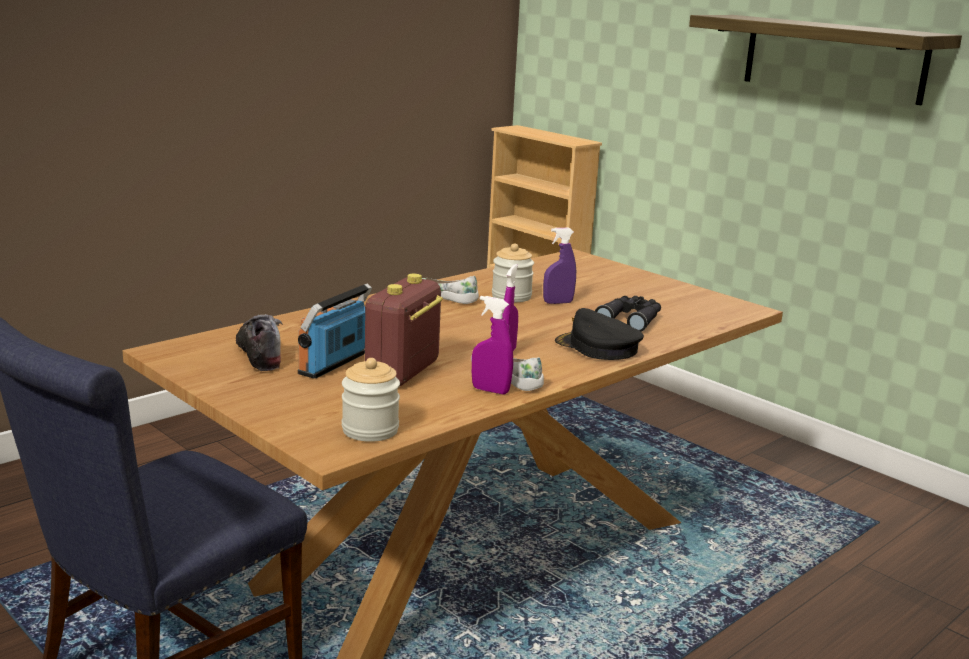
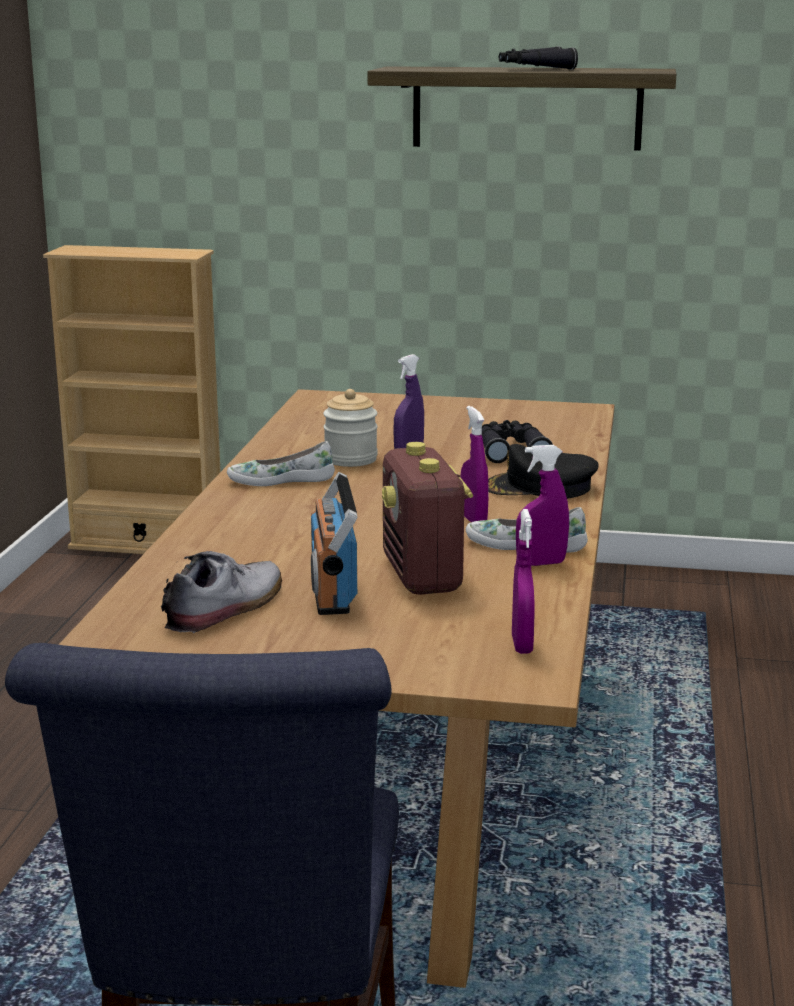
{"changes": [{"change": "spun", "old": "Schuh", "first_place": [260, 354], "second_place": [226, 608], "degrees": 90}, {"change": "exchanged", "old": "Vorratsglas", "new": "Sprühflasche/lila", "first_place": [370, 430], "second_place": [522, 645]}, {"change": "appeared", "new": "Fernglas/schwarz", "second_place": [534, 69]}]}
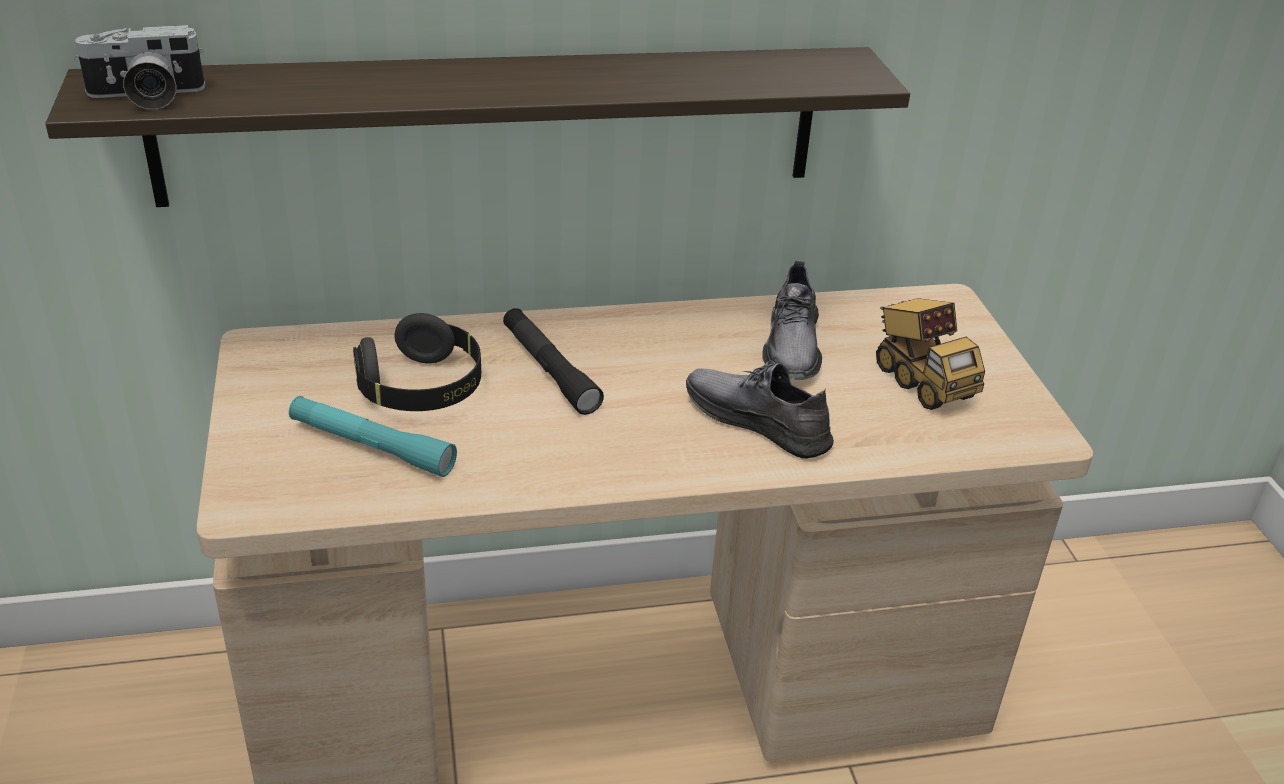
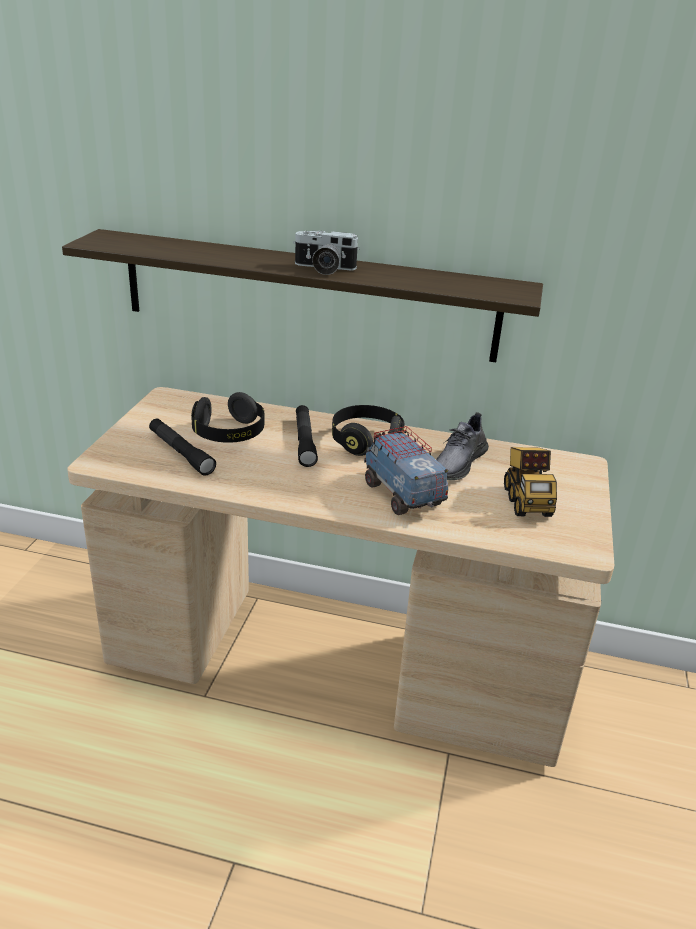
{"changes": [{"change": "relocated", "old": "Kamera", "first_place": [146, 97], "second_place": [324, 269]}, {"change": "exchanged", "old": "Schuh/grau", "new": "Spielzeuglaster", "first_place": [757, 421], "second_place": [402, 495]}, {"change": "colour", "old": "Taschenlampe/türkis", "new": "Taschenlampe/schwarz", "first_place": [371, 446], "second_place": [181, 453]}, {"change": "appeared", "new": "Kopfhörer/schwarz", "second_place": [366, 441]}]}
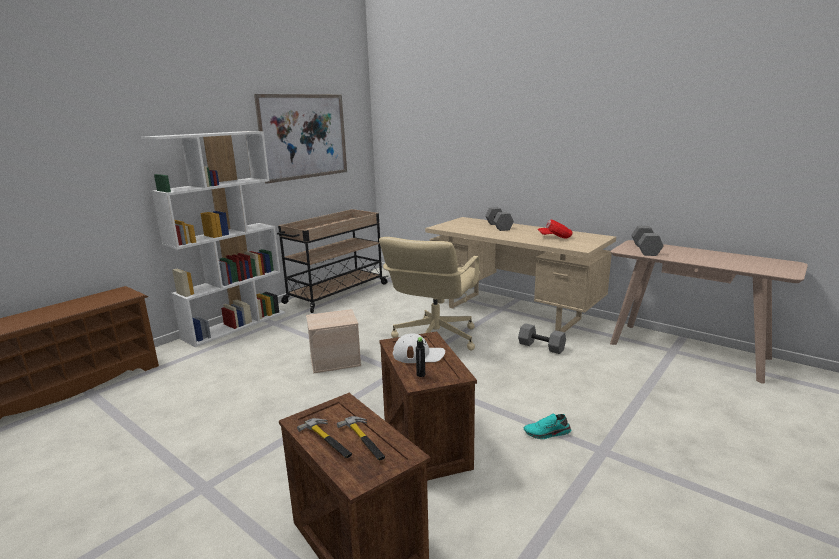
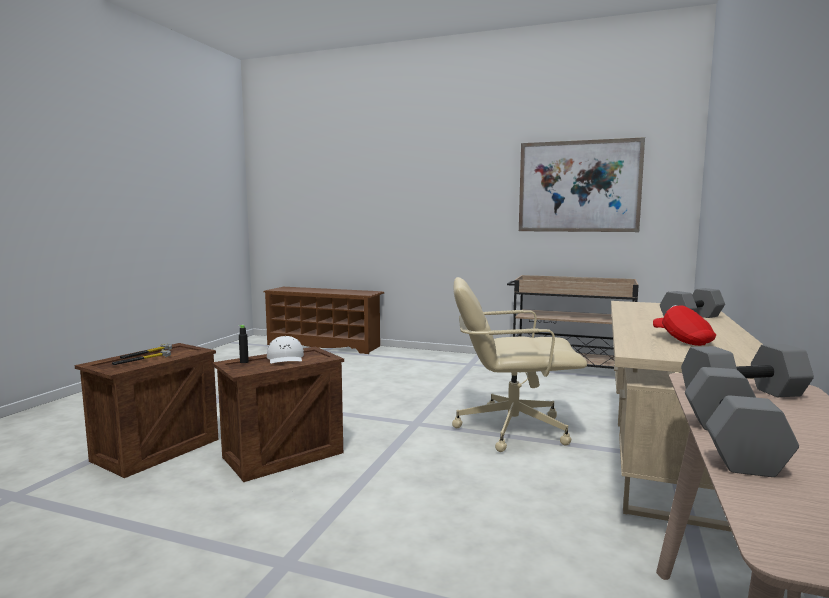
{"changes": [{"change": "missing", "old": "Bücherregal/weiß", "first_place": [235, 325]}, {"change": "missing", "old": "Aufbewahrungsbox/beige", "first_place": [335, 360]}, {"change": "relocated", "old": "Hantel/grau", "first_place": [540, 347], "second_place": [728, 444]}, {"change": "missing", "old": "Schuh/türkis", "first_place": [547, 433]}]}
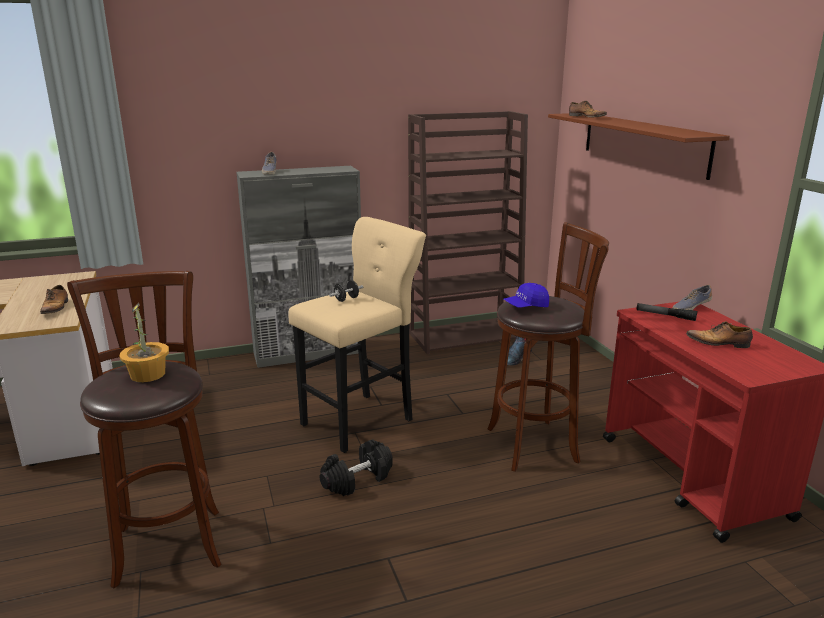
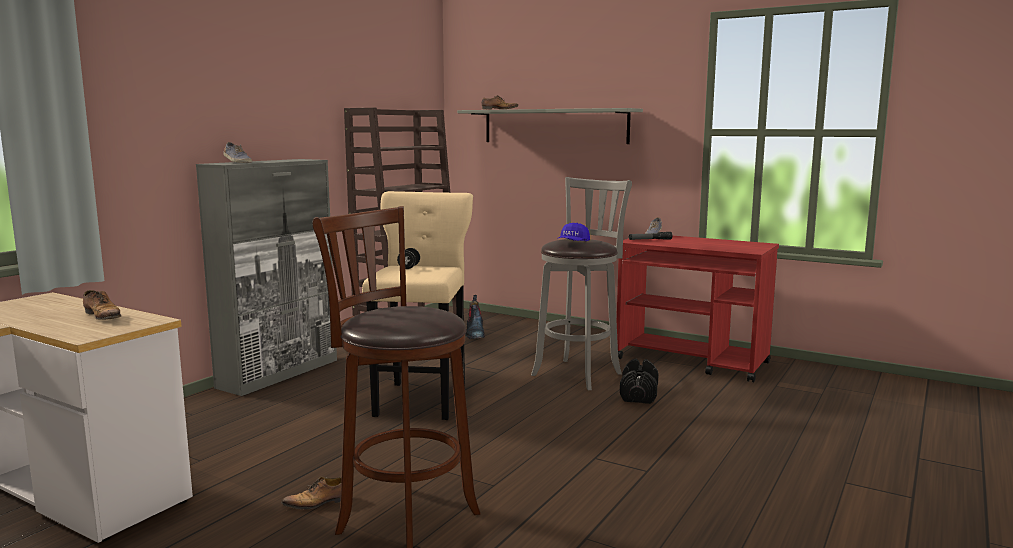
{"changes": [{"change": "colour", "old": "Wandregal/braun", "new": "Wandregal/grau", "first_place": [643, 143], "second_place": [554, 126]}, {"change": "colour", "old": "Hocker/braun", "new": "Hocker/grau", "first_place": [537, 444], "second_place": [579, 373]}, {"change": "missing", "old": "Topfpflanze", "first_place": [148, 374]}, {"change": "relocated", "old": "Schuh", "first_place": [719, 343], "second_place": [319, 503]}, {"change": "relocated", "old": "Hantel/schwarz", "first_place": [357, 480], "second_place": [639, 394]}]}
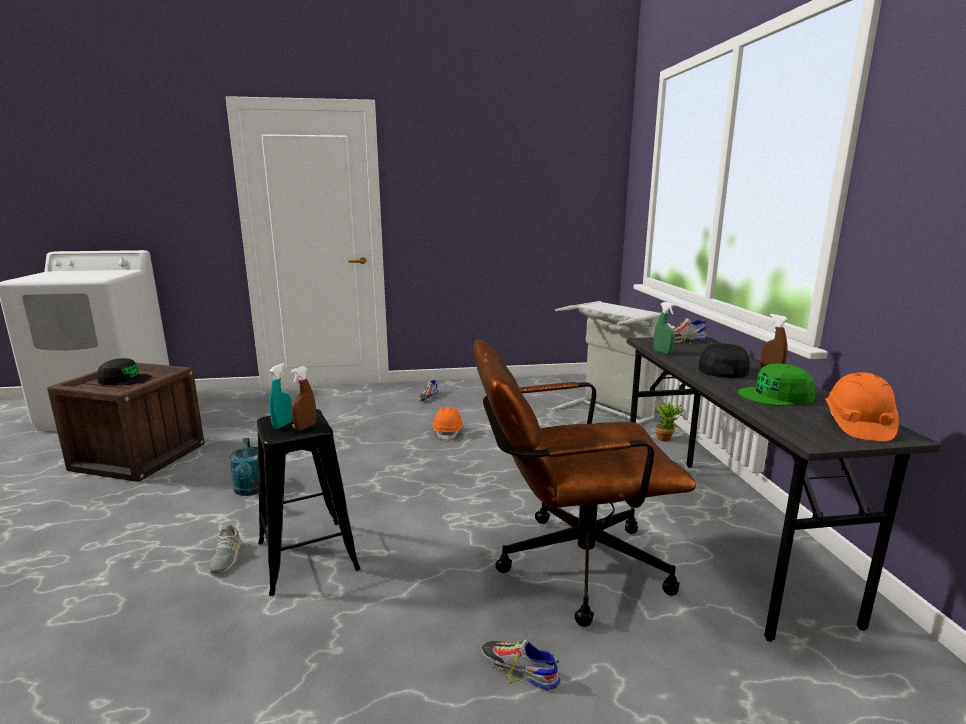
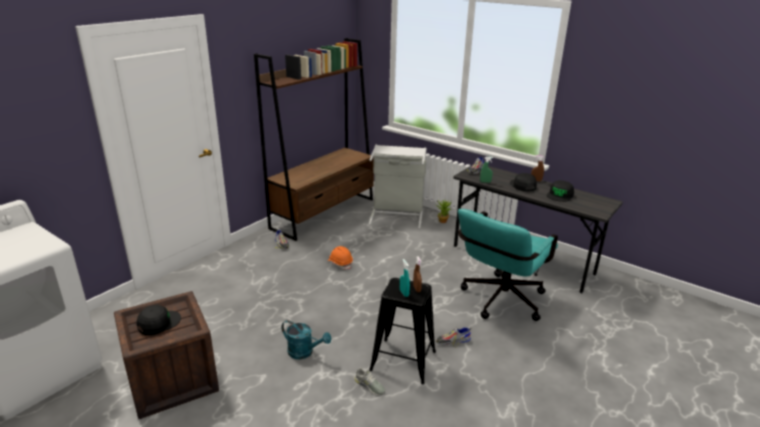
{"changes": [{"change": "colour", "old": "Bürostuhl/braun", "new": "Bürostuhl/türkis", "first_place": [567, 565], "second_place": [499, 302]}, {"change": "colour", "old": "Kappe/grün", "new": "Kappe/schwarz", "first_place": [776, 396], "second_place": [560, 195]}, {"change": "missing", "old": "Schutzhelm/orange", "first_place": [857, 425]}, {"change": "relocated", "old": "Schuh", "first_place": [519, 668], "second_place": [453, 341]}, {"change": "appeared", "new": "Bücherregal/braun", "second_place": [324, 213]}]}
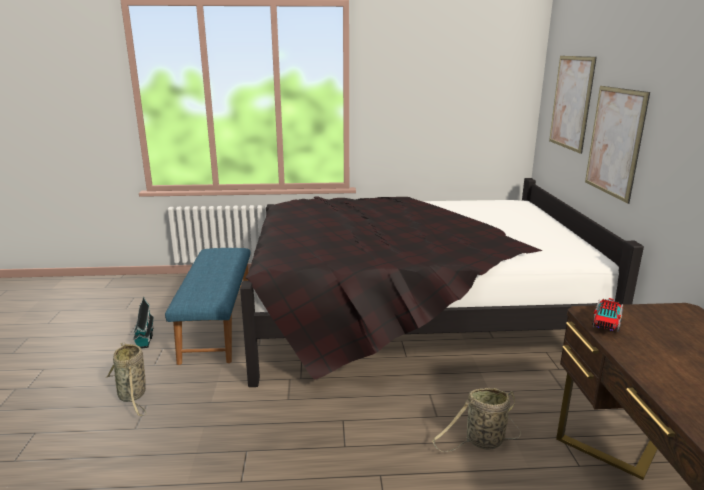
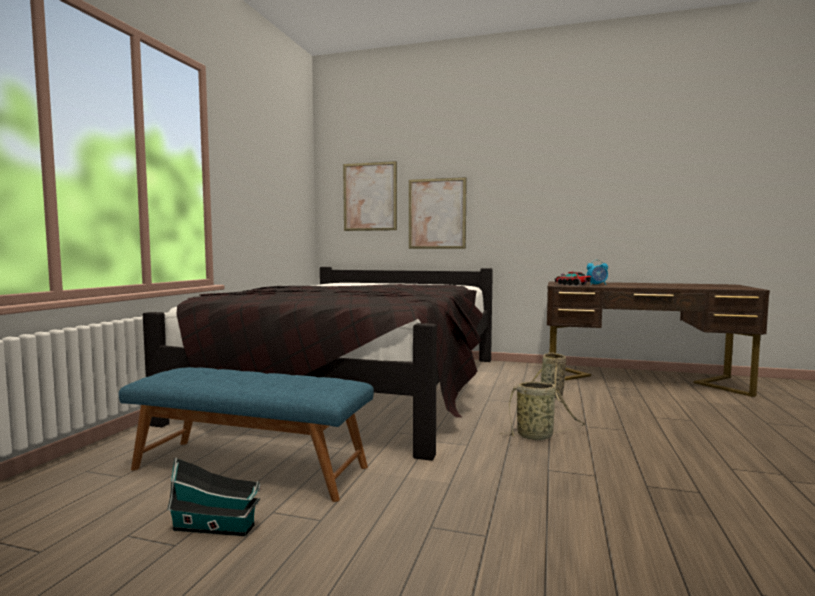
{"changes": [{"change": "relocated", "old": "Korb", "first_place": [133, 396], "second_place": [537, 436]}, {"change": "appeared", "new": "Wecker", "second_place": [597, 285]}]}
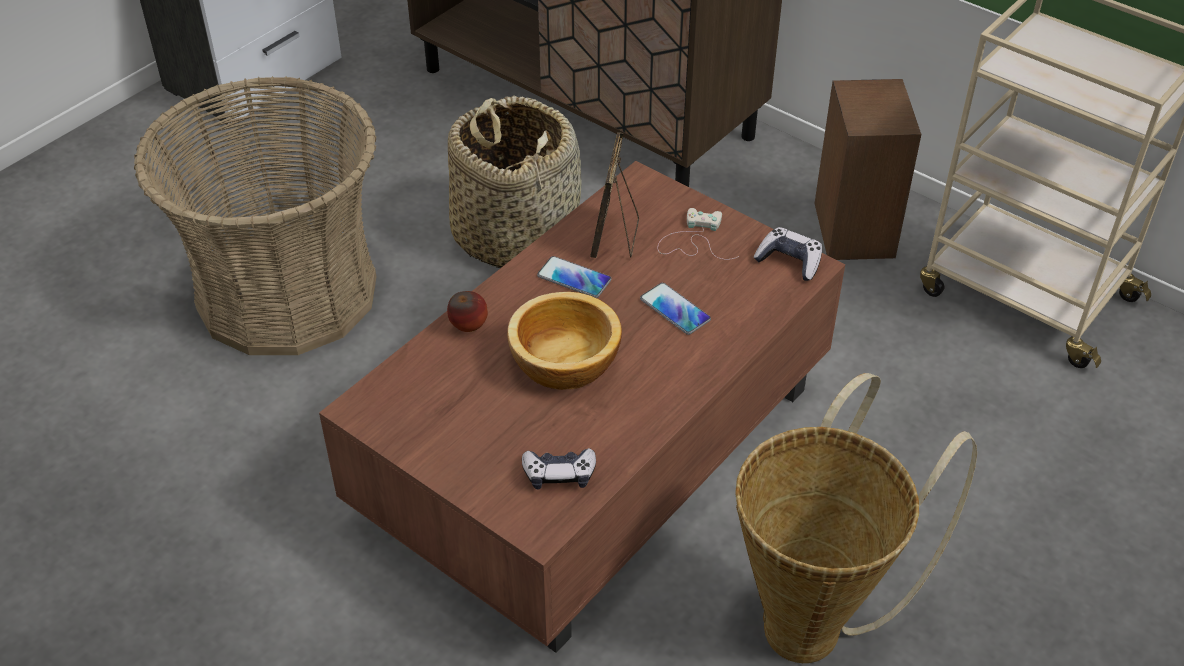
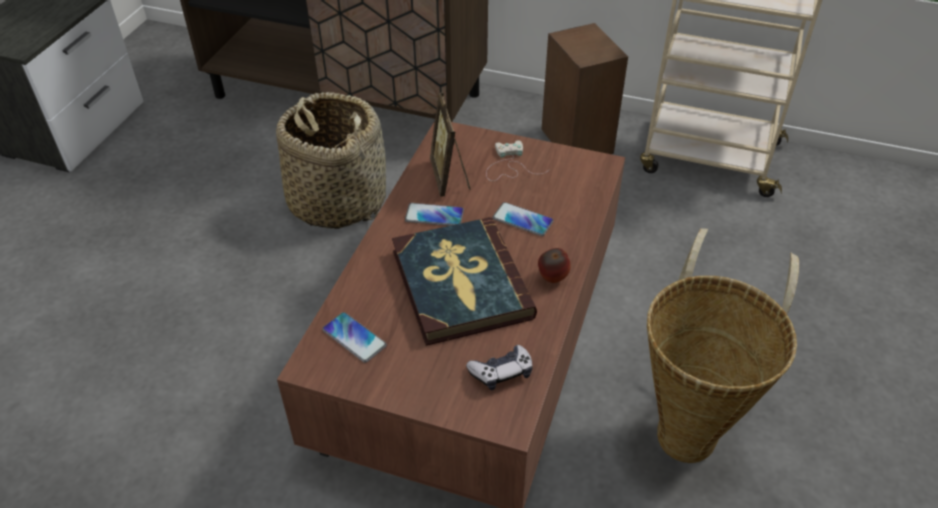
{"changes": [{"change": "missing", "old": "Korb", "first_place": [287, 292]}, {"change": "missing", "old": "Gamepad", "first_place": [789, 261]}, {"change": "relocated", "old": "Apfel", "first_place": [468, 328], "second_place": [552, 279]}, {"change": "exchanged", "old": "Schüssel", "new": "Buch", "first_place": [563, 364], "second_place": [460, 284]}, {"change": "appeared", "new": "Handy", "second_place": [354, 338]}]}
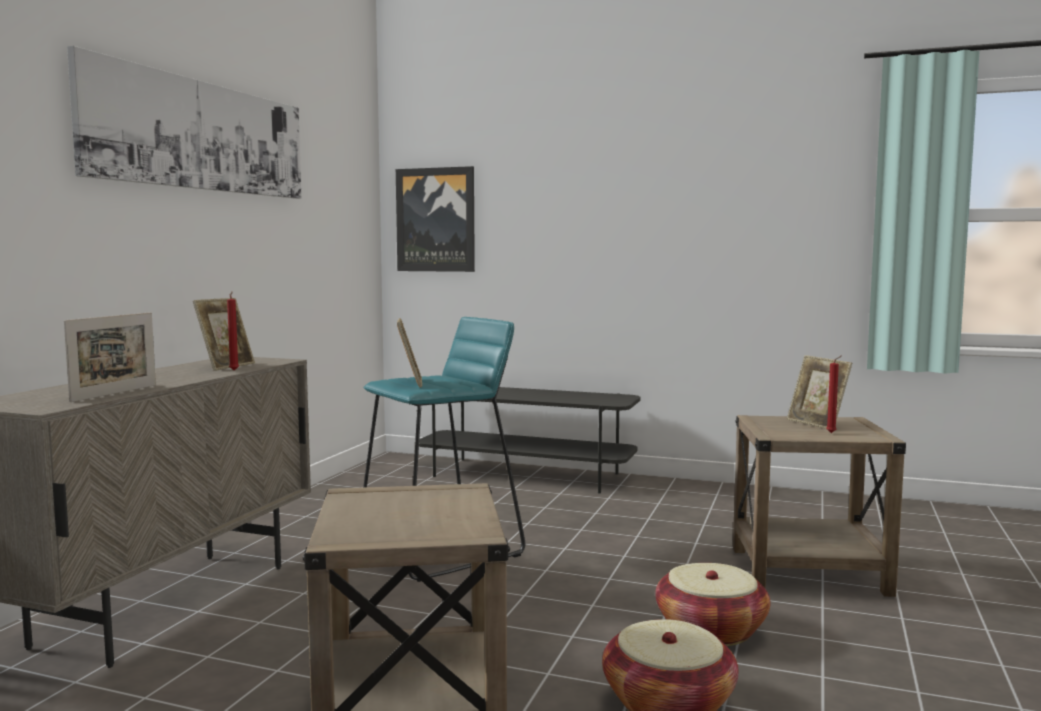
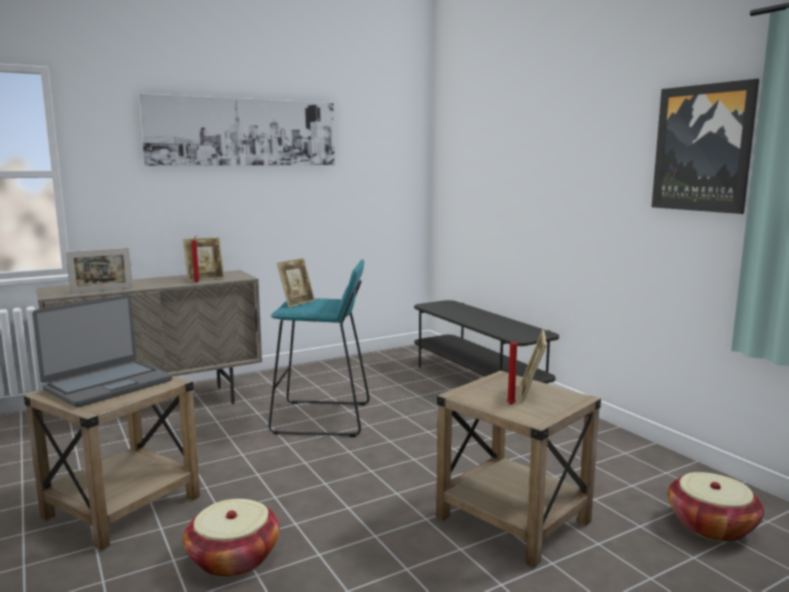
{"changes": [{"change": "relocated", "old": "Bild", "first_place": [436, 220], "second_place": [703, 148]}, {"change": "relocated", "old": "Korb", "first_place": [711, 630], "second_place": [711, 526]}, {"change": "appeared", "new": "Laptop", "second_place": [108, 384]}]}
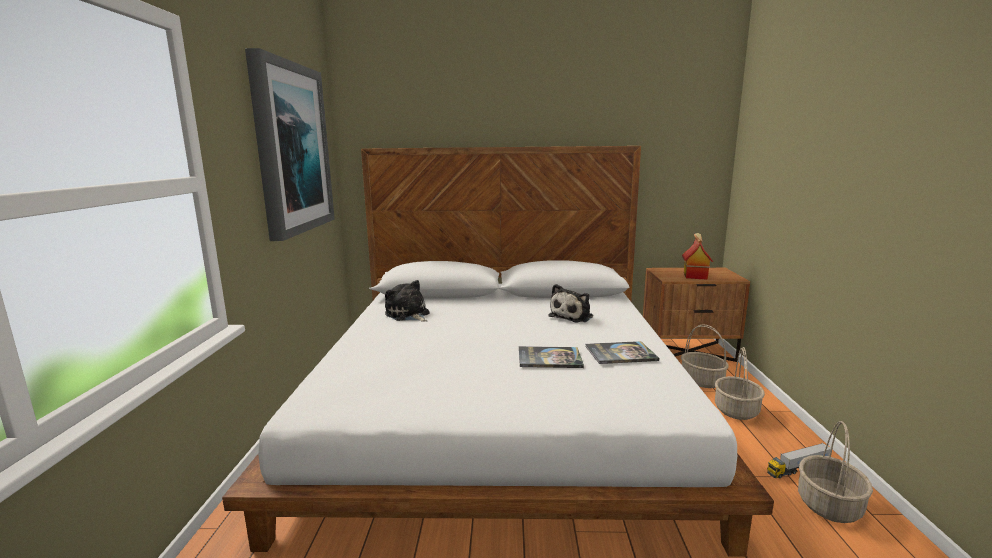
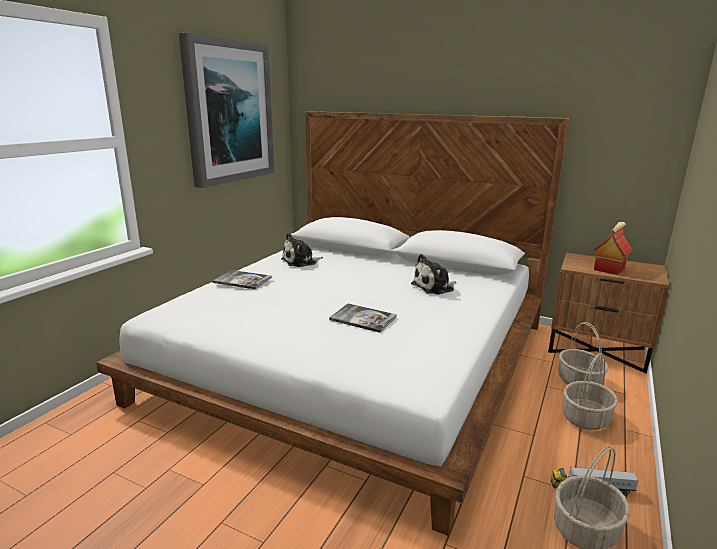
{"changes": [{"change": "spun", "old": "Plüschtier", "first_place": [408, 315], "second_place": [301, 262], "degrees": -105}, {"change": "relocated", "old": "Buch", "first_place": [620, 354], "second_place": [242, 280]}]}
